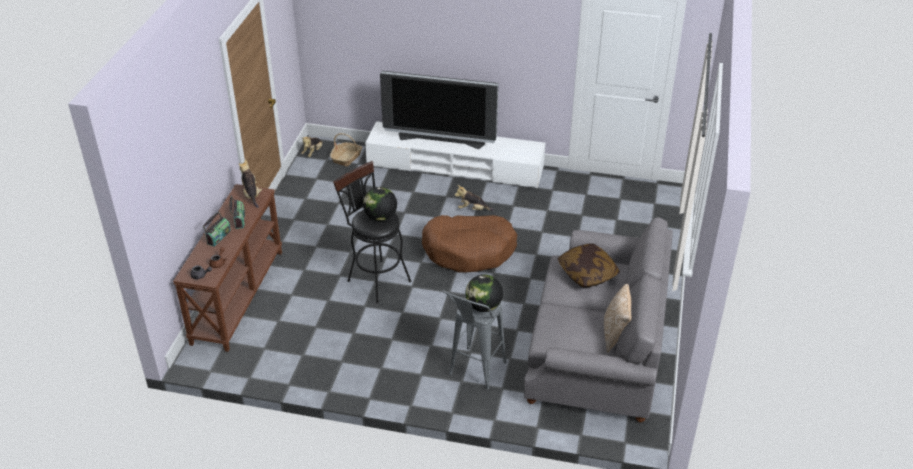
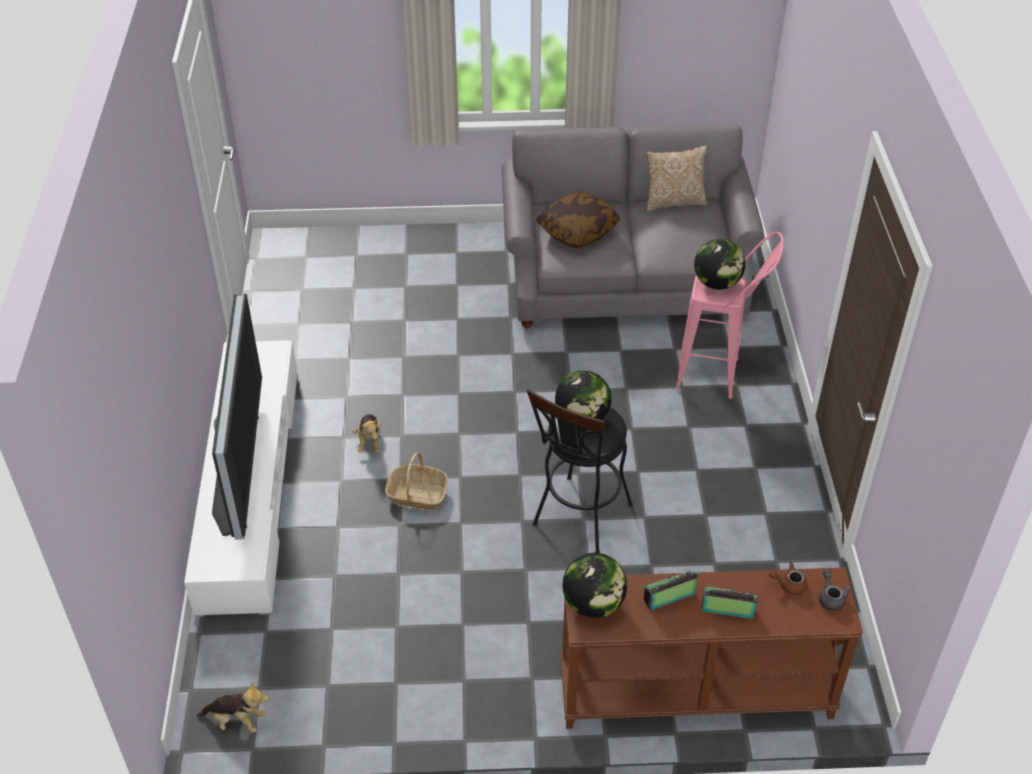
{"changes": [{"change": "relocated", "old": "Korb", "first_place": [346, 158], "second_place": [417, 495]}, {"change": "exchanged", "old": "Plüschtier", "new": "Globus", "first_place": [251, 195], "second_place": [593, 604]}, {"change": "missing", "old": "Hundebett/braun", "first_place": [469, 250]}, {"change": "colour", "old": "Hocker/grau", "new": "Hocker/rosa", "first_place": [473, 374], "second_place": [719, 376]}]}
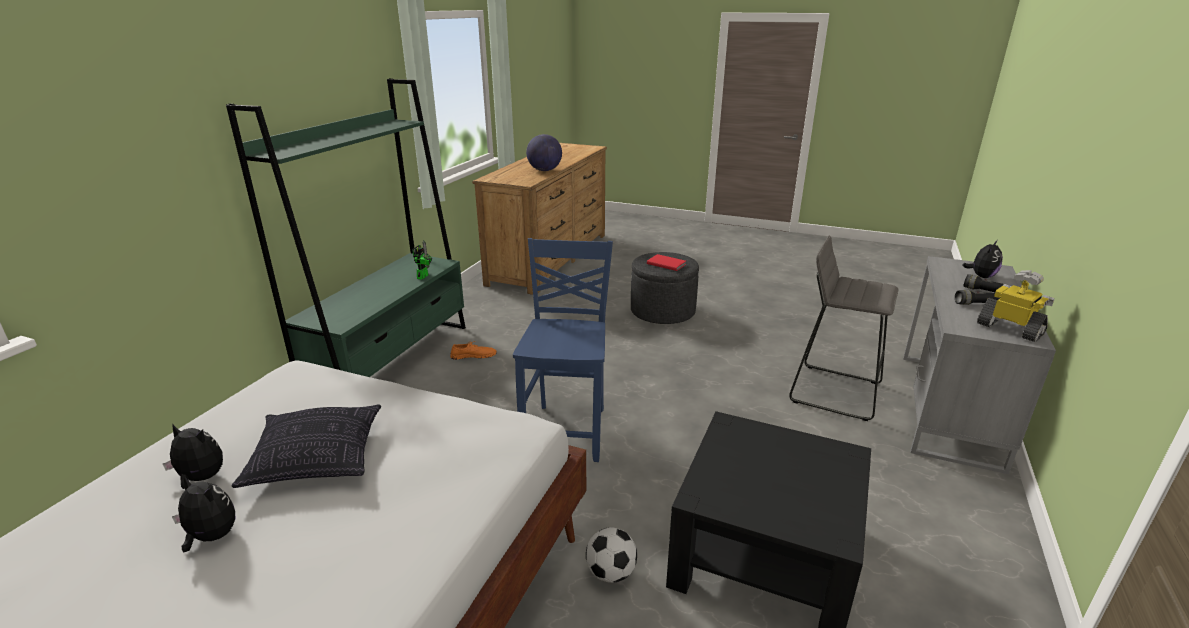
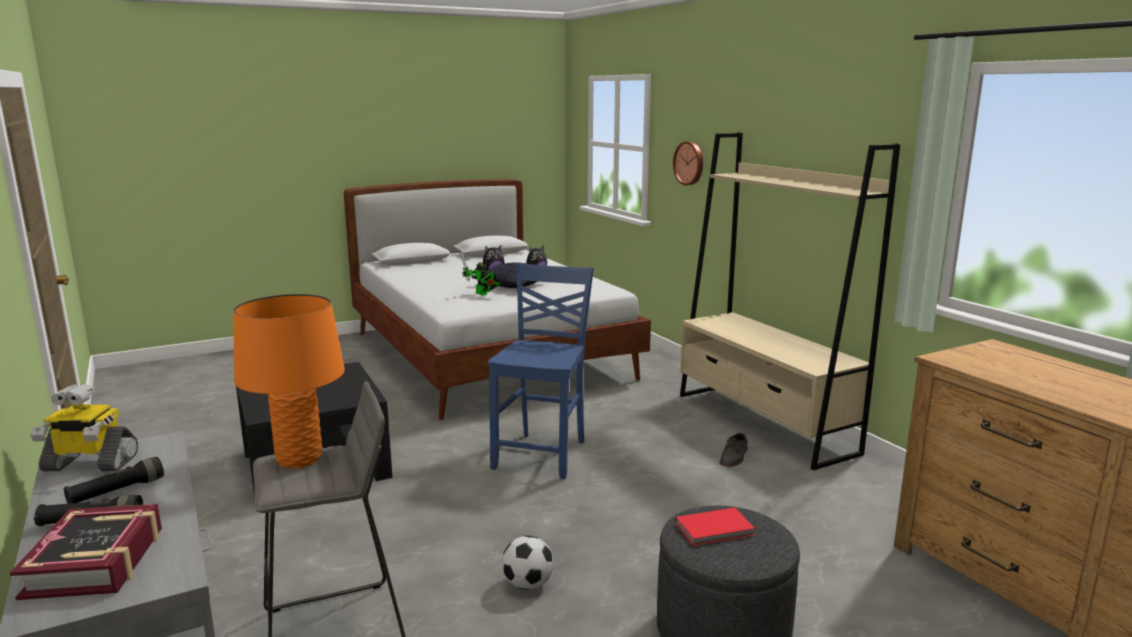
{"changes": [{"change": "colour", "old": "Bücherregal/grün", "new": "Bücherregal/beige", "first_place": [392, 361], "second_place": [764, 423]}, {"change": "missing", "old": "Globus", "first_place": [544, 170]}, {"change": "spun", "old": "Stuhl/blau", "first_place": [567, 431], "second_place": [542, 454], "degrees": -120}, {"change": "relocated", "old": "Spielzeugroboter", "first_place": [423, 276], "second_place": [482, 294]}, {"change": "exchanged", "old": "Plüschtier", "new": "Buch", "first_place": [981, 276], "second_place": [96, 562]}, {"change": "colour", "old": "Schuh/orange", "new": "Schuh/grau", "first_place": [473, 355], "second_place": [734, 457]}, {"change": "relocated", "old": "Fußball", "first_place": [611, 573], "second_place": [528, 584]}, {"change": "appeared", "new": "Wanduhr", "second_place": [689, 163]}, {"change": "appeared", "new": "Tischlampe/orange", "second_place": [299, 459]}]}
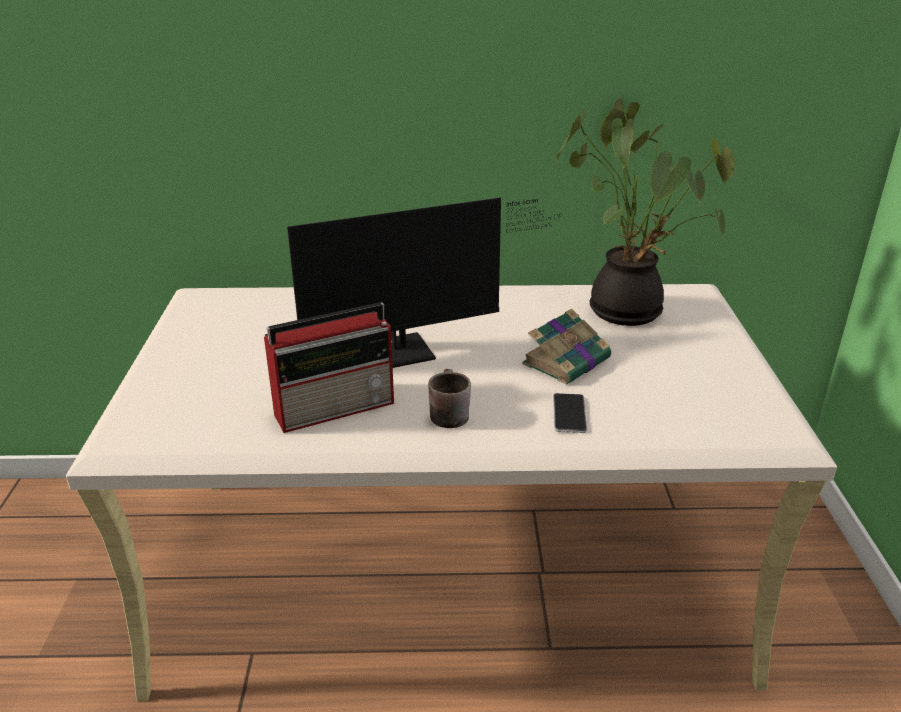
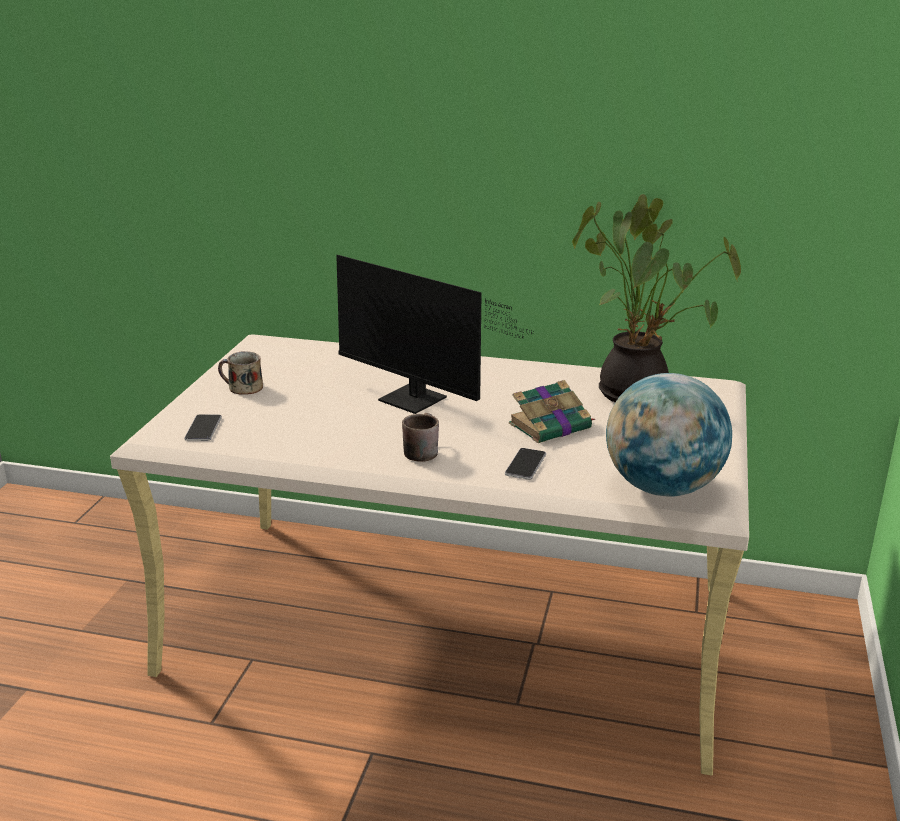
{"changes": [{"change": "spun", "old": "Monitor", "first_place": [411, 350], "second_place": [418, 402], "degrees": 45}, {"change": "missing", "old": "Radio", "first_place": [337, 407]}, {"change": "appeared", "new": "Henkelbecher", "second_place": [243, 387]}, {"change": "appeared", "new": "Globus", "second_place": [662, 488]}, {"change": "appeared", "new": "Handy", "second_place": [203, 429]}]}
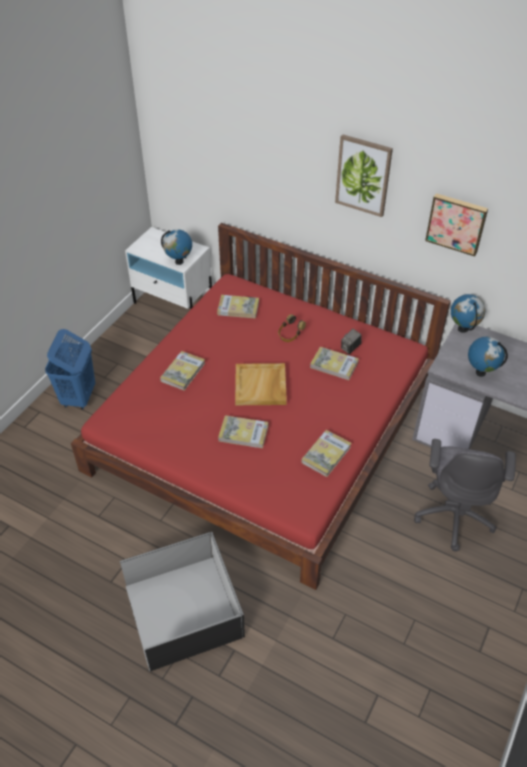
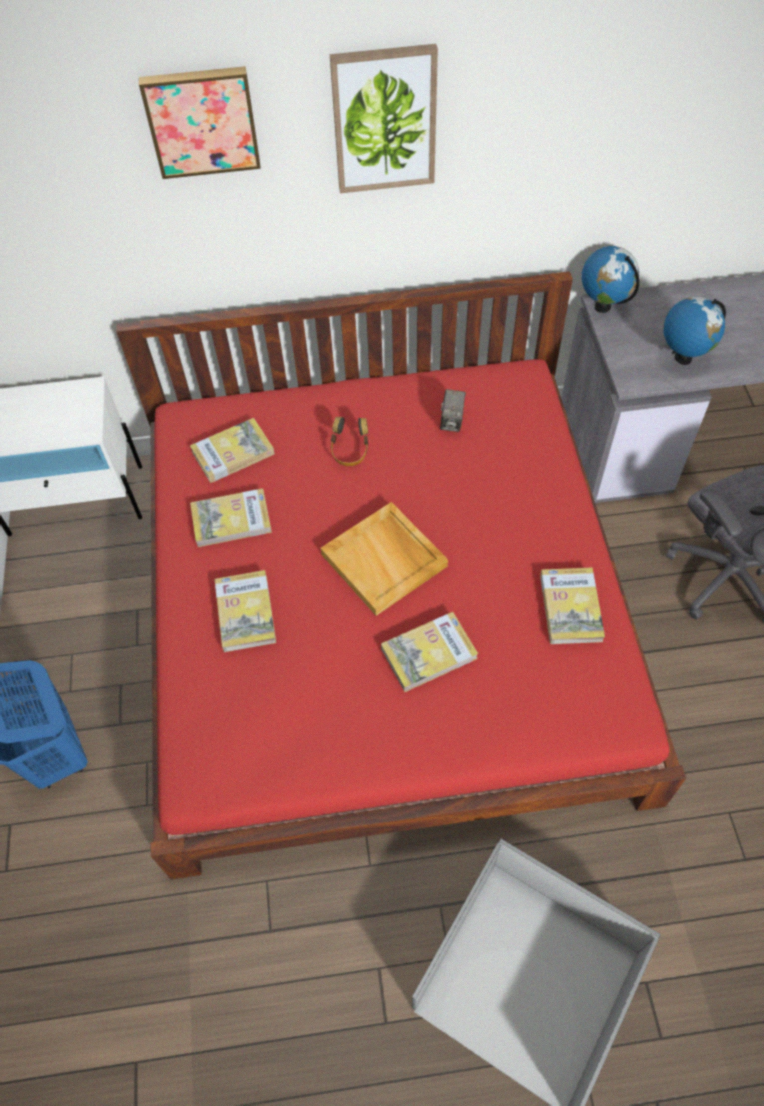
{"changes": [{"change": "relocated", "old": "Bild", "first_place": [456, 223], "second_place": [202, 121]}, {"change": "missing", "old": "Globus", "first_place": [179, 261]}, {"change": "relocated", "old": "Buch", "first_place": [334, 365], "second_place": [231, 520]}]}
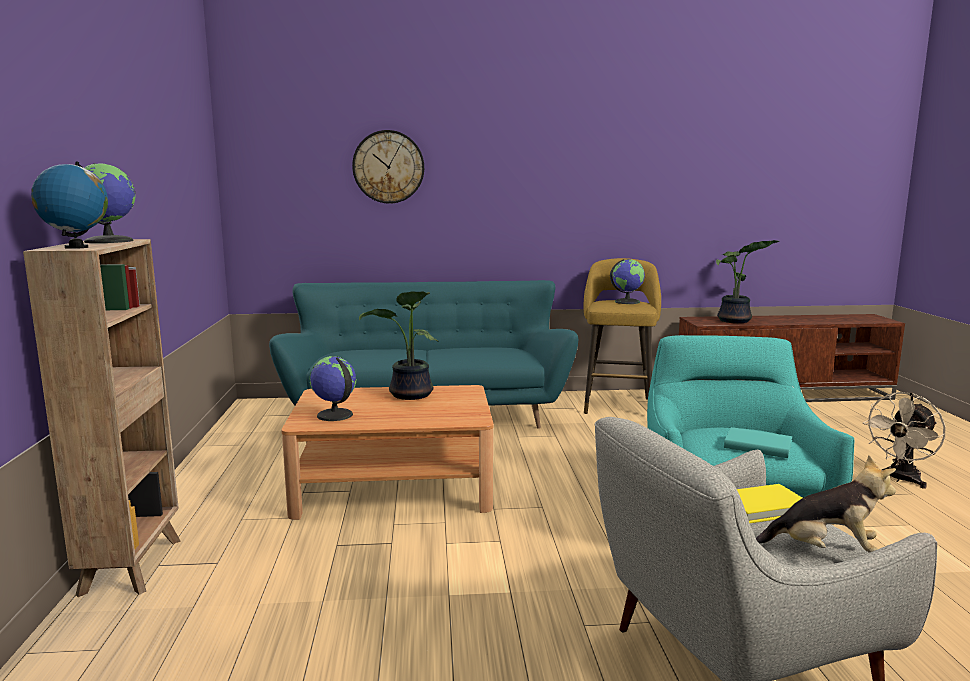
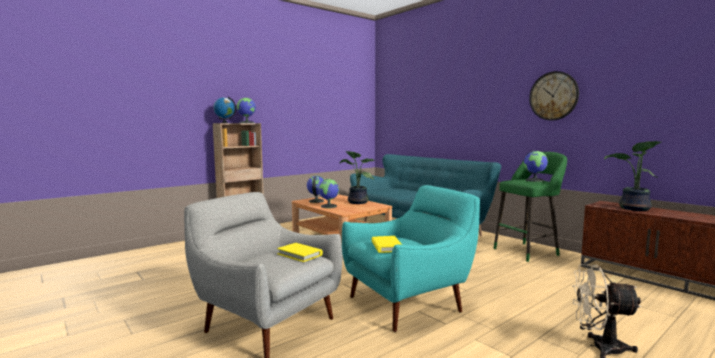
{"changes": [{"change": "relocated", "old": "Wanduhr", "first_place": [388, 167], "second_place": [553, 96]}, {"change": "colour", "old": "Hocker/gelb", "new": "Hocker/grün", "first_place": [617, 404], "second_place": [528, 251]}, {"change": "colour", "old": "Buch/türkis", "new": "Buch/gelb", "first_place": [757, 447], "second_place": [386, 246]}, {"change": "missing", "old": "Plüschtier", "first_place": [824, 550]}, {"change": "appeared", "new": "Globus", "second_place": [329, 206]}]}
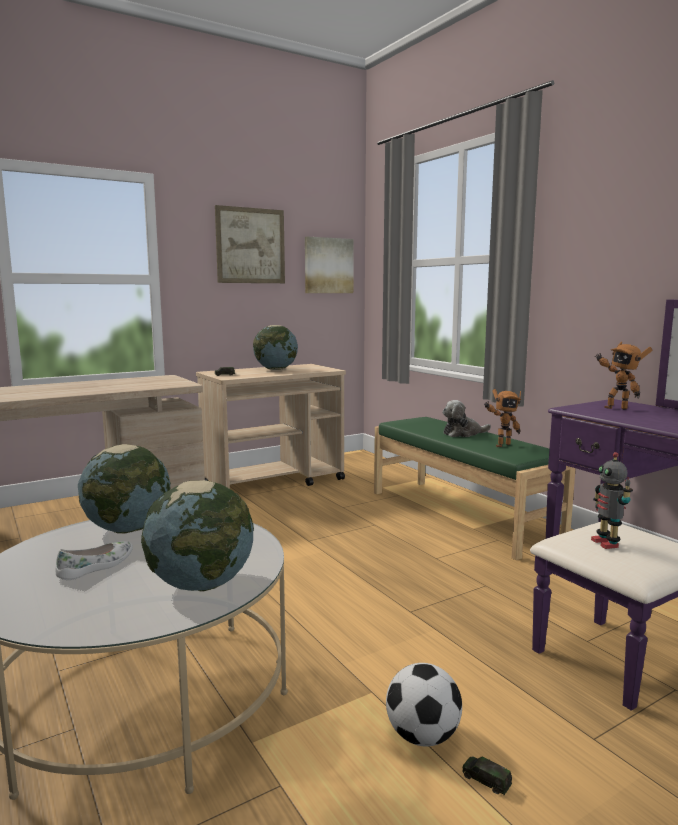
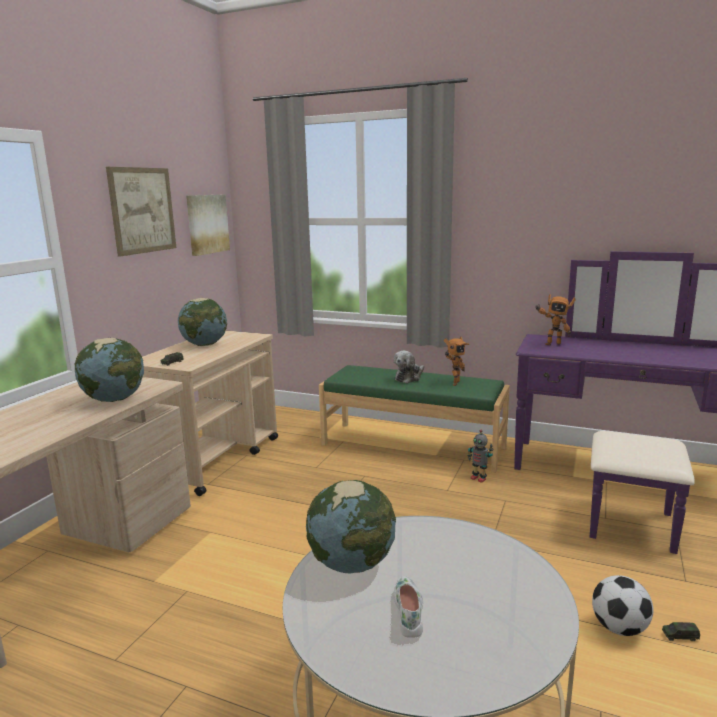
{"changes": [{"change": "relocated", "old": "Spielzeugroboter", "first_place": [606, 543], "second_place": [478, 478]}, {"change": "relocated", "old": "Globus", "first_place": [201, 584], "second_place": [114, 399]}]}
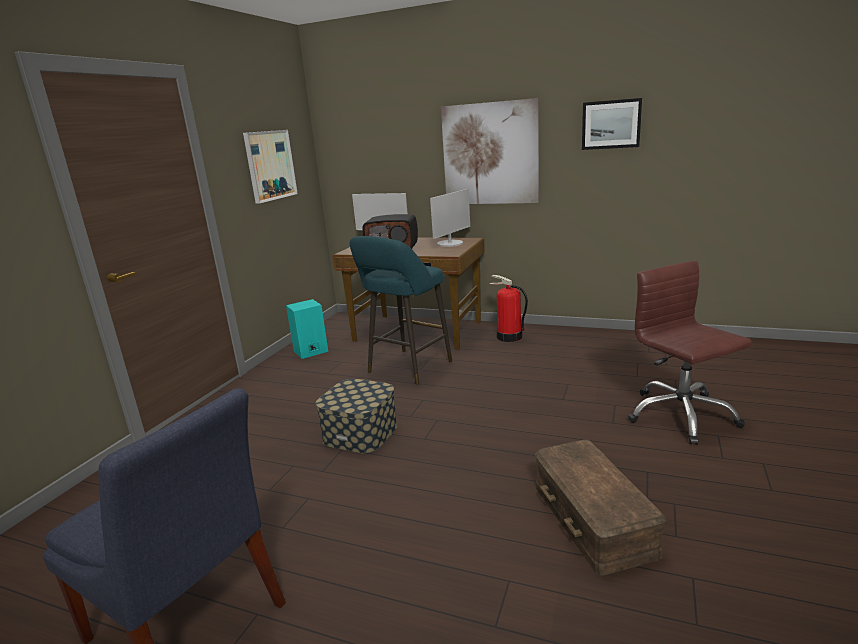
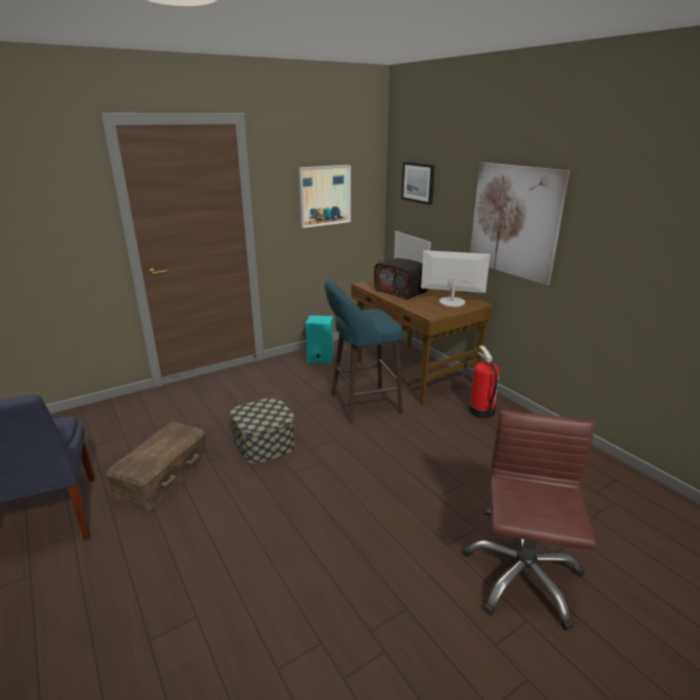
{"changes": [{"change": "relocated", "old": "Bild", "first_place": [611, 124], "second_place": [418, 182]}, {"change": "spun", "old": "Monitor", "first_place": [450, 243], "second_place": [451, 302], "degrees": -150}, {"change": "relocated", "old": "Aufbewahrungsbox/braun", "first_place": [591, 518], "second_place": [162, 474]}]}
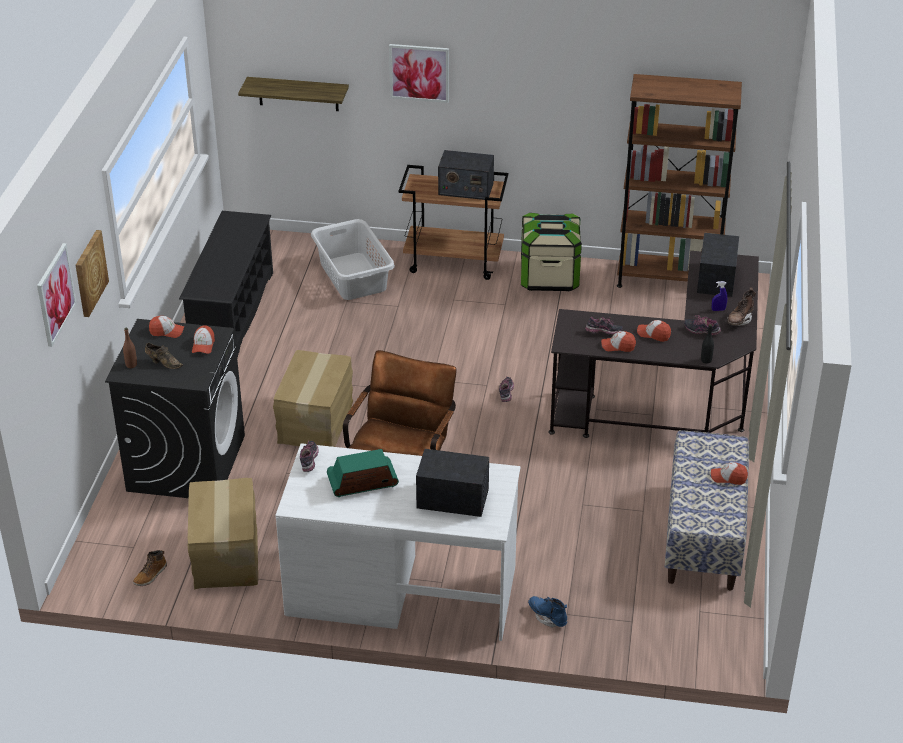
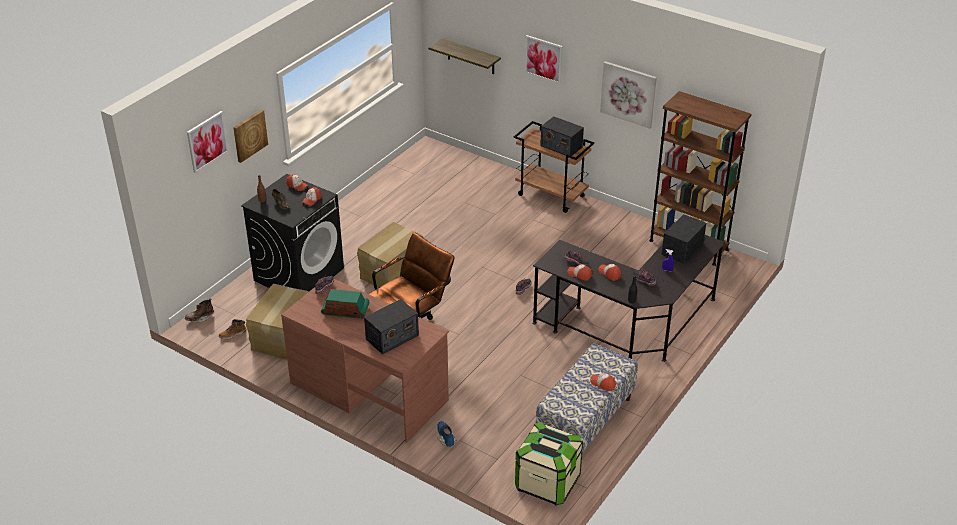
{"changes": [{"change": "missing", "old": "Schuhregal/schwarz", "first_place": [232, 312]}, {"change": "relocated", "old": "Aufbewahrungsbox", "first_place": [549, 277], "second_place": [547, 482]}, {"change": "missing", "old": "Wäschekorb/grau", "first_place": [353, 276]}, {"change": "relocated", "old": "Stiefel/braun", "first_place": [739, 320], "second_place": [200, 318]}, {"change": "colour", "old": "Schreibtisch/weiß", "new": "Schreibtisch/braun", "first_place": [401, 590], "second_place": [369, 391]}, {"change": "spun", "old": "Radio", "first_place": [453, 498], "second_place": [392, 337], "degrees": 105}, {"change": "appeared", "new": "Bild", "second_place": [628, 94]}]}
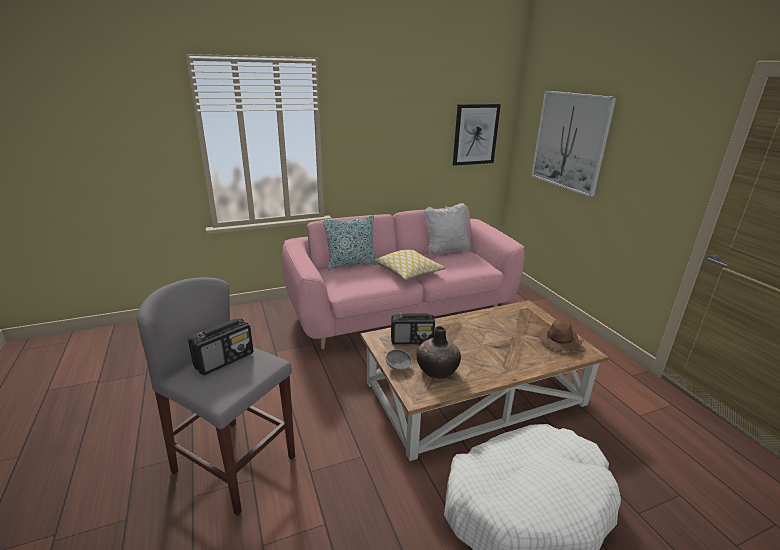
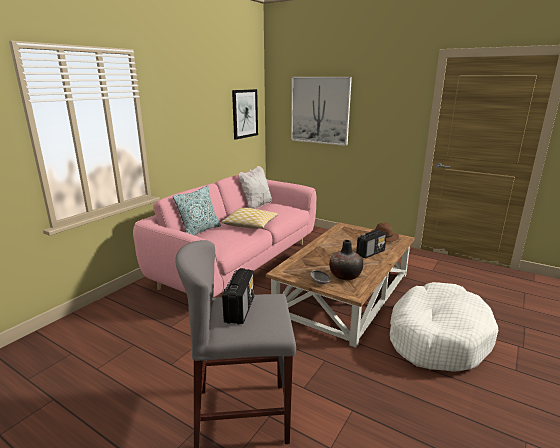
{"changes": [{"change": "relocated", "old": "Radio", "first_place": [412, 340], "second_place": [370, 253]}]}
